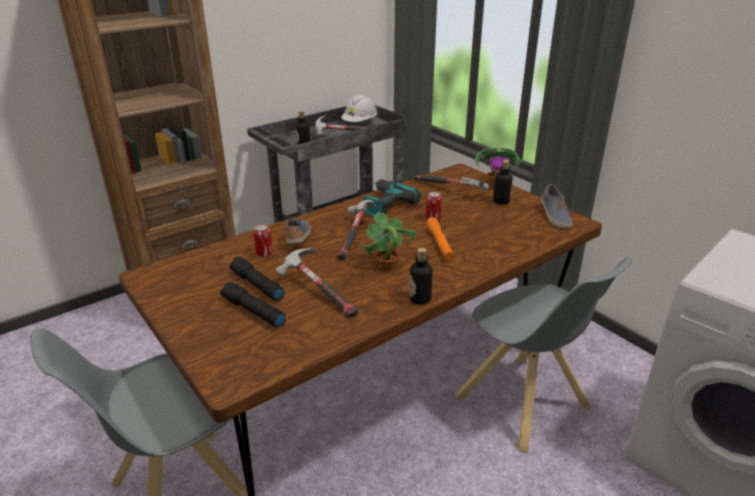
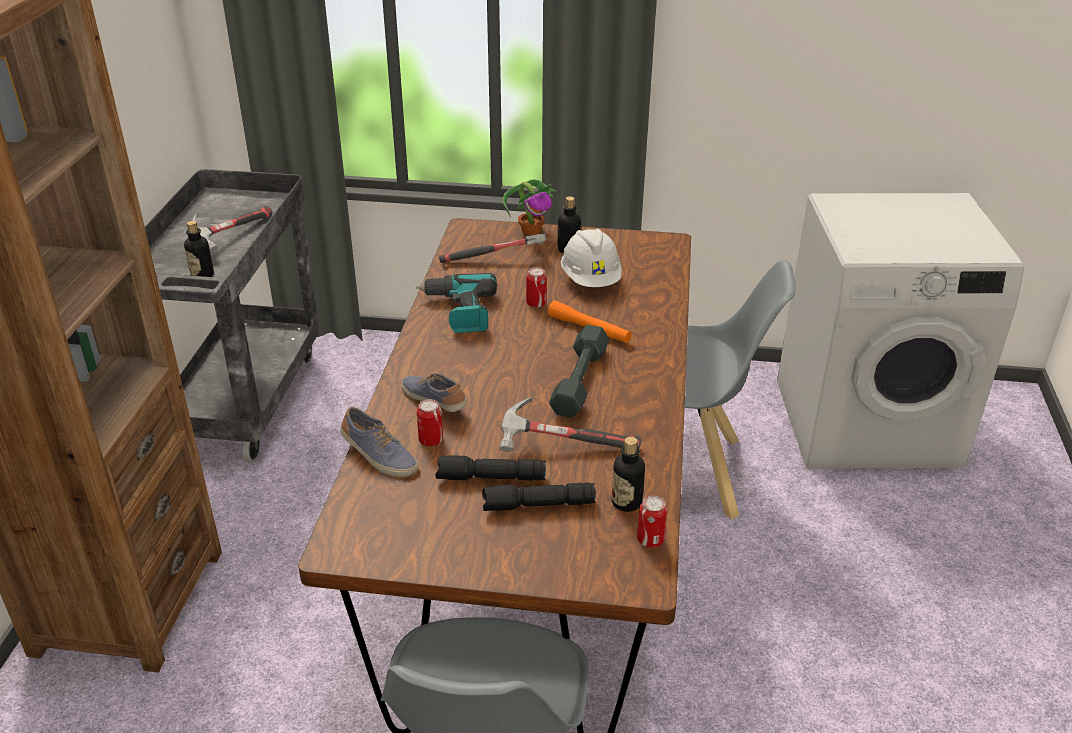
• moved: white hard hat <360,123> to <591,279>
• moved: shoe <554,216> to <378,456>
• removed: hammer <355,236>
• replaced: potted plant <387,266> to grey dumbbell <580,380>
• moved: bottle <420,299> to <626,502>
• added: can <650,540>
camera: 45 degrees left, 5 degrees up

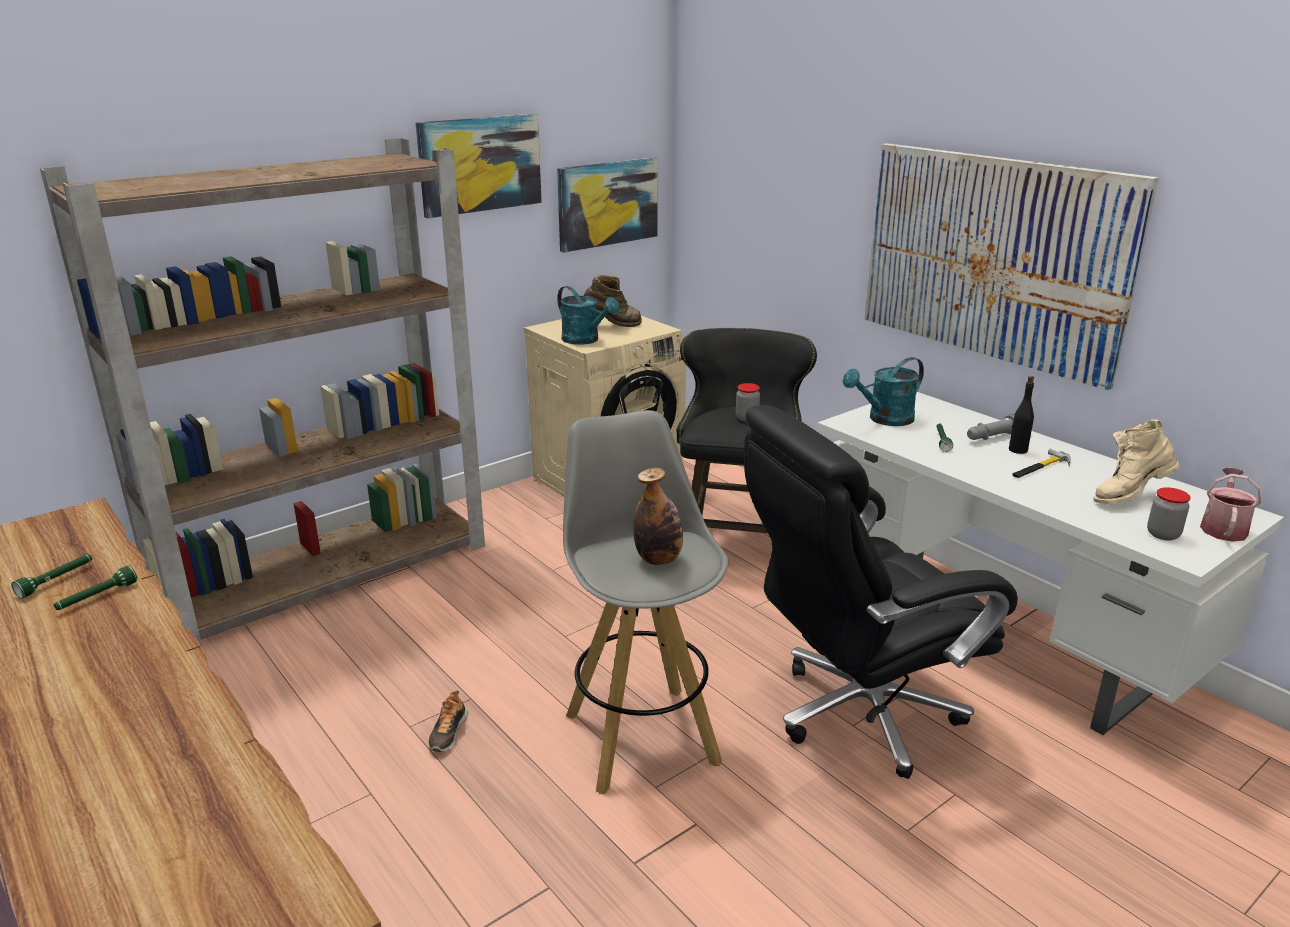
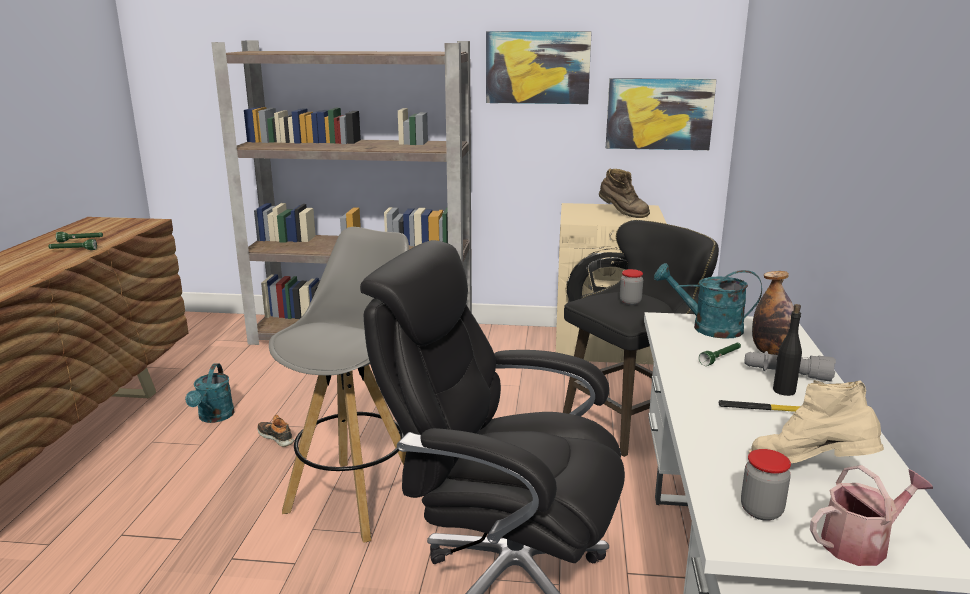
• removed: picture <993,258>
• moved: turquoise watering can <585,340> to <214,417>
• moved: bottle <658,559> to <771,352>
• turned: shoe <448,732> = <276,437> 75 degrees clockwise
camera: 45 degrees right, 5 degrees down

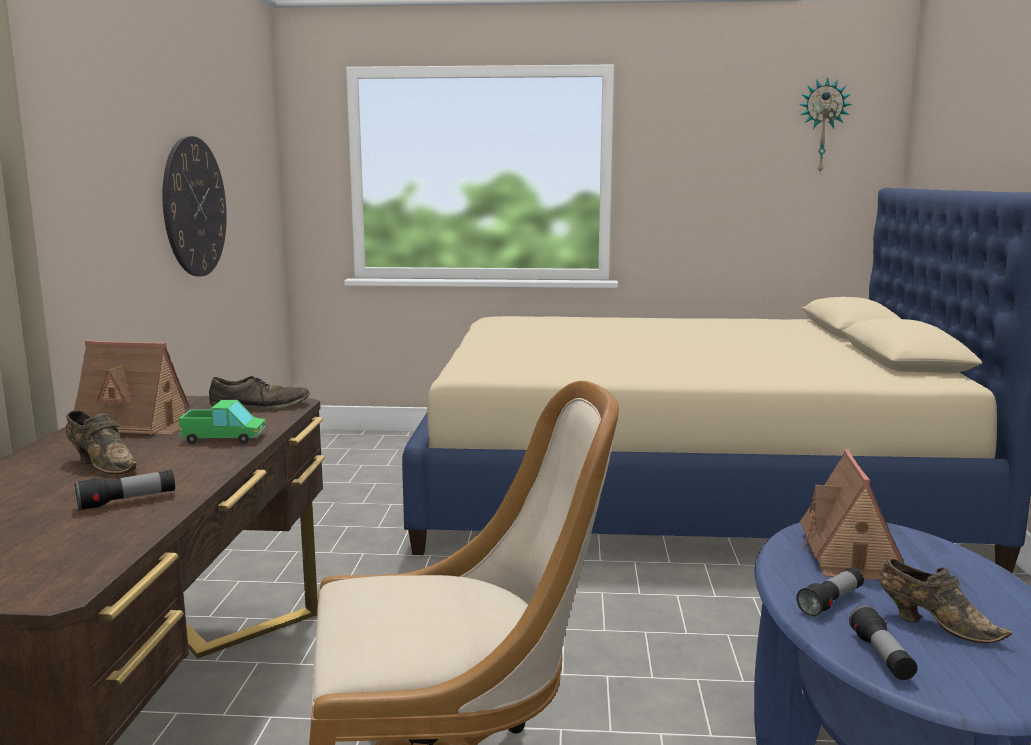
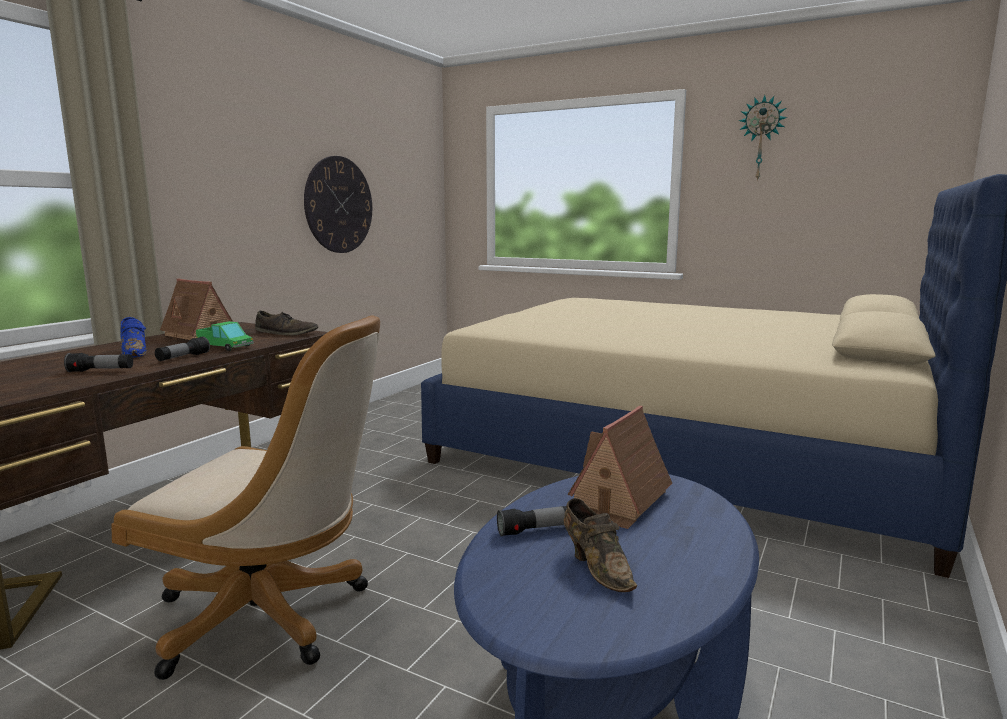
• moved: wall clock <822,126> to <761,138>
• recoloured: brown shoe <103,465> to blue shoe <134,353>
• moved: flashlight <881,656> to <183,357>
camera: 25 degrees right, 0 degrees up

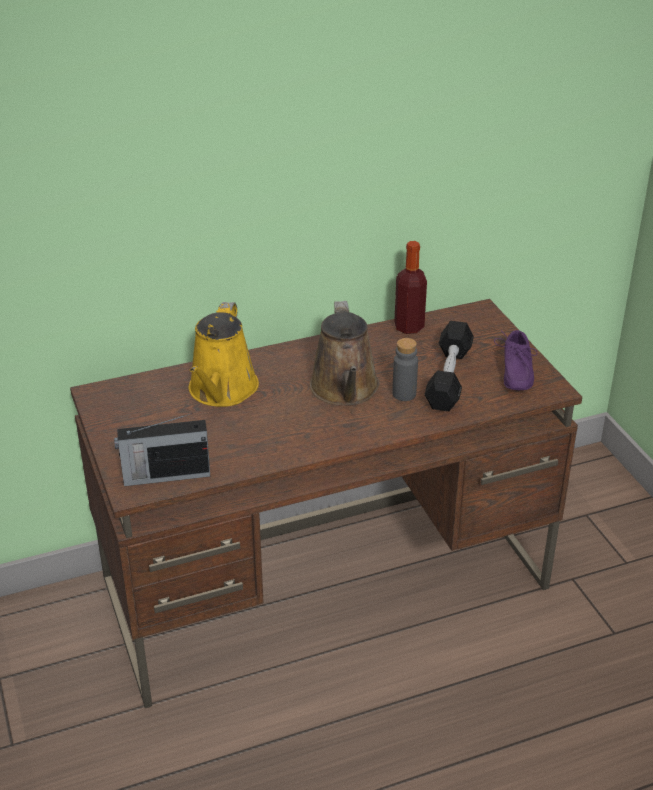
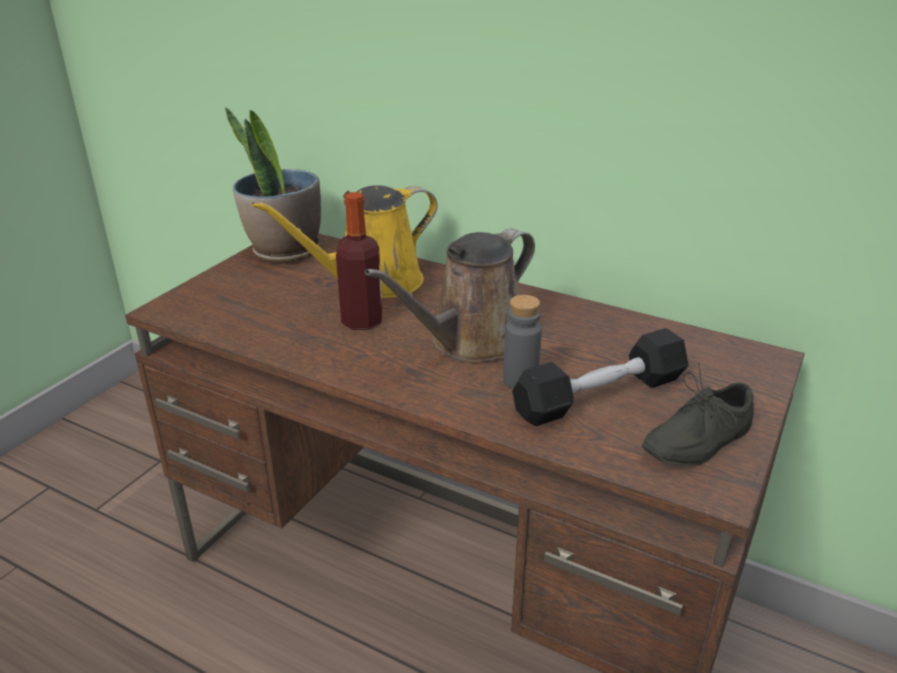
• moved: bottle <409,327> to <362,321>
• recoloured: purple shoe <513,373> to grey shoe <693,439>
• removed: radio <165,475>
• added: potted plant <284,251>
camera: 50 degrees right, 5 degrees down

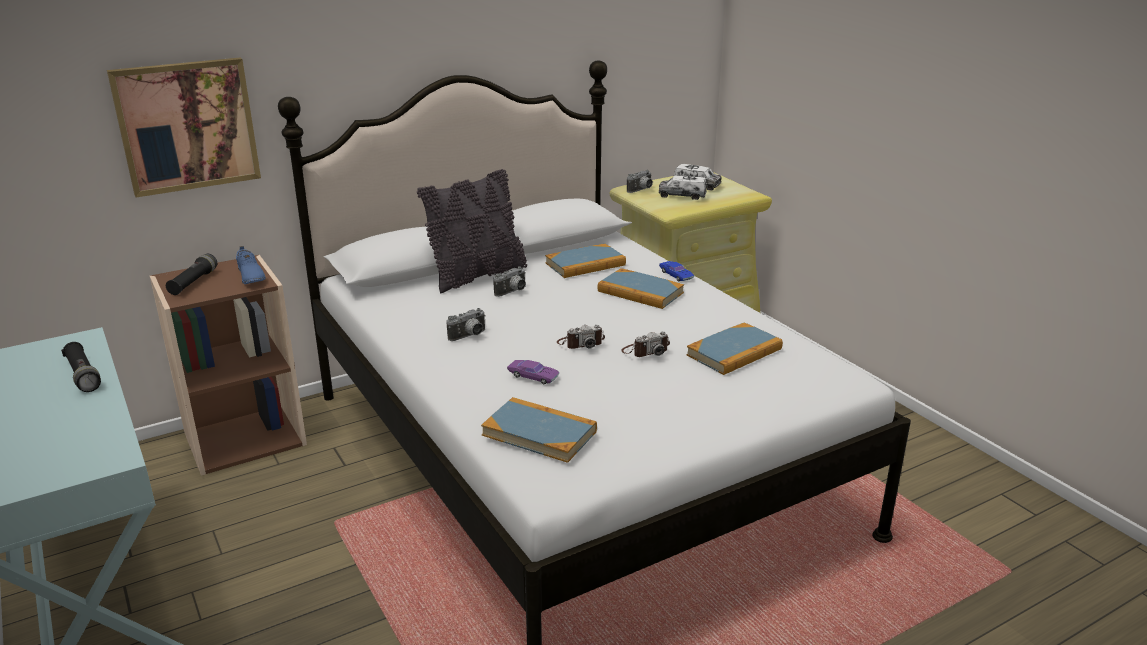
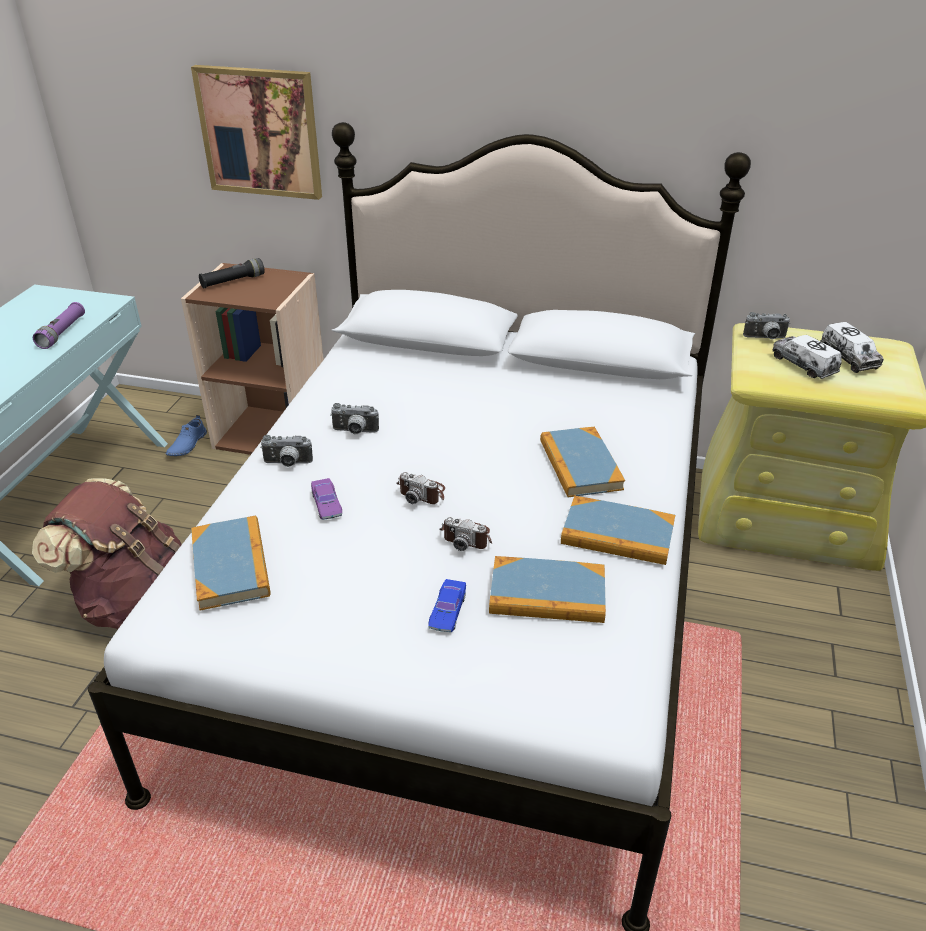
• removed: black pillow <477,275>
• moved: book <585,264> to <617,534>
• moved: blue shoe <250,276> to <187,445>
• moved: blue toy car <676,274> to <448,610>
• moved: photo camera <513,292> to <287,464>
• recoloured: black flashlight <83,375> to purple flashlight <62,333>
• added: brown backpack <133,599>
camera: 45 degrees right, 10 degrees up

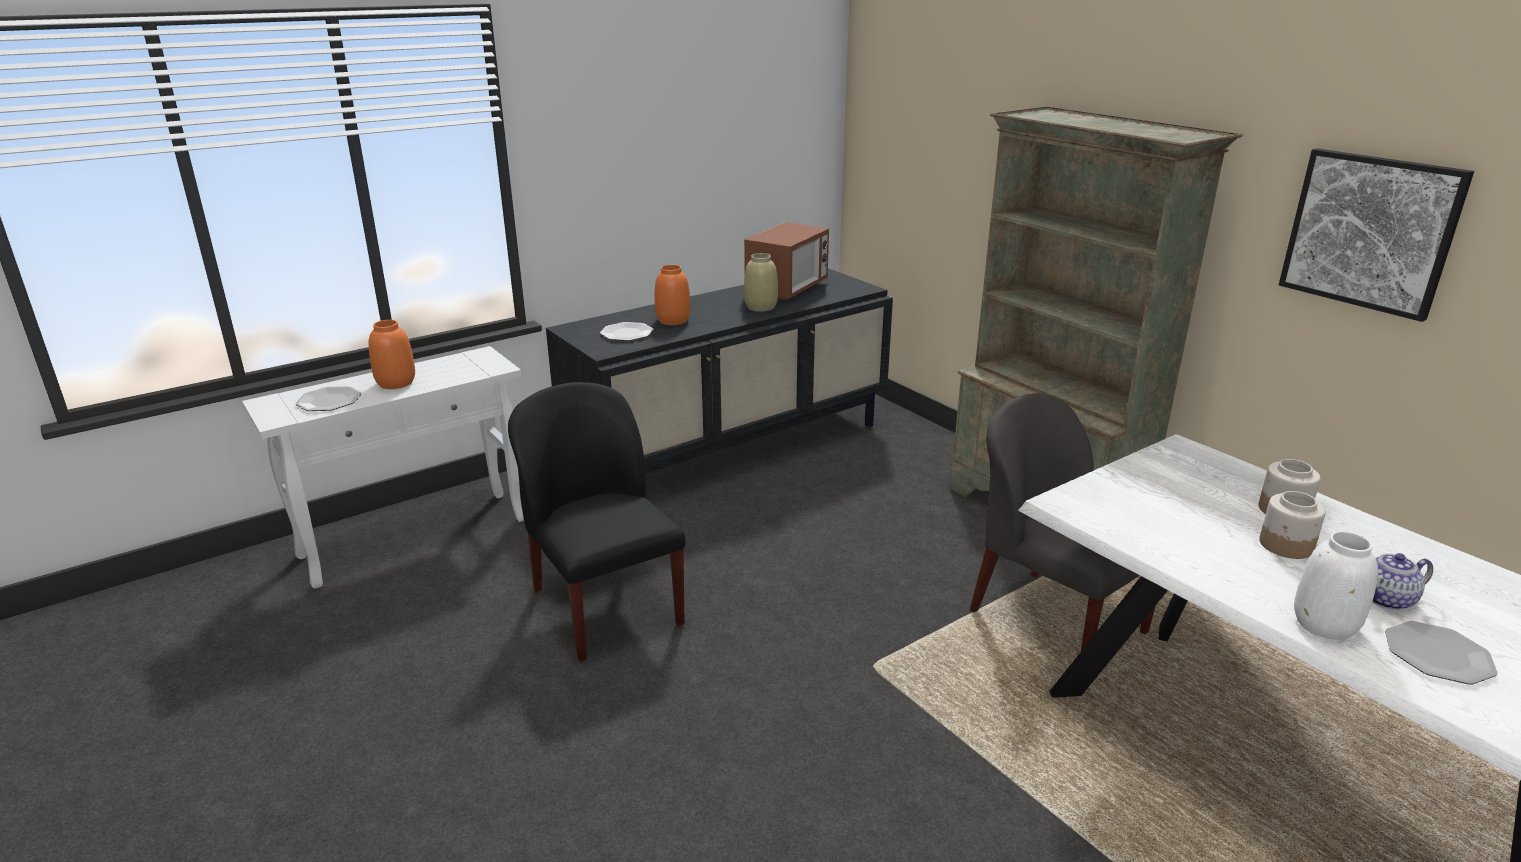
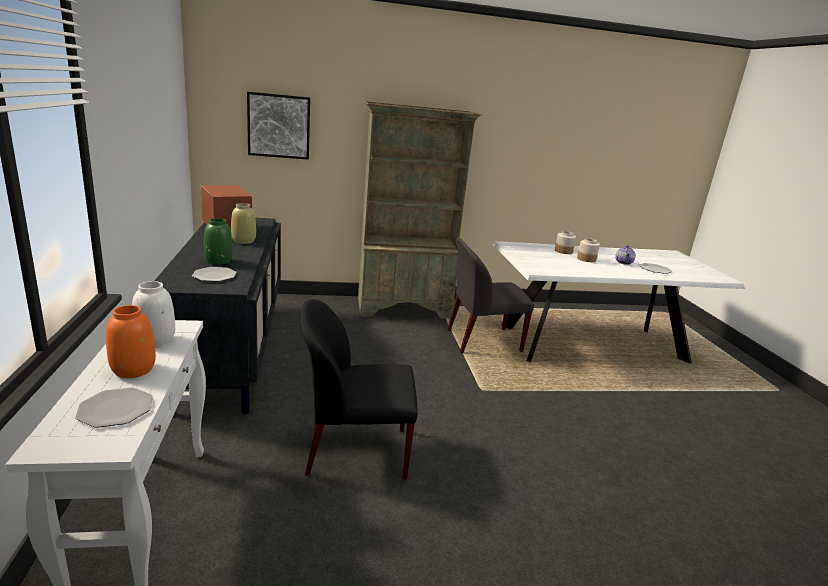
• moved: picture <1370,232> to <279,126>
• recoloured: orange vase <673,320> to green vase <219,261>
• moved: white vase <1325,625> to <156,340>
camera: 65 degrees left, 5 degrees down

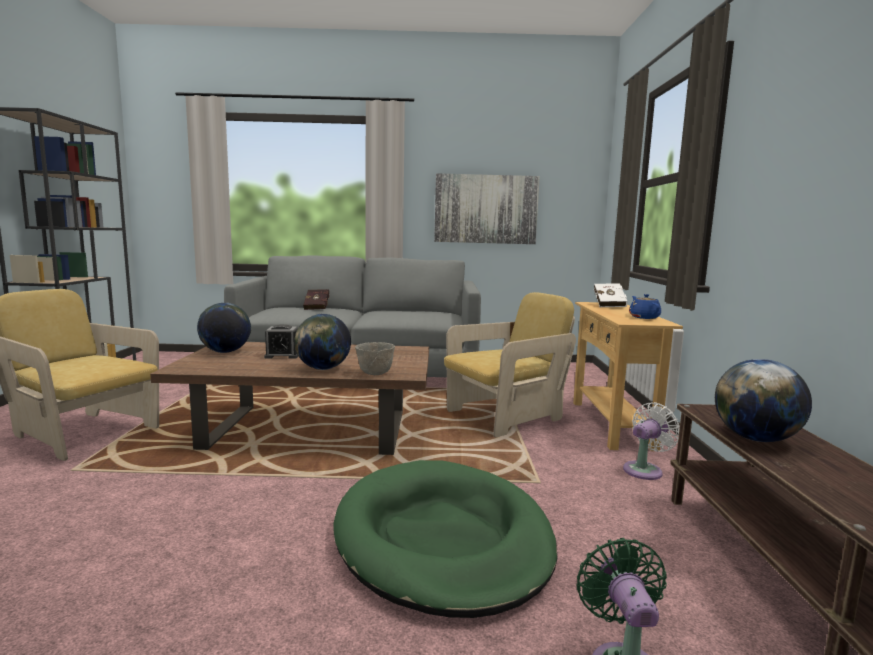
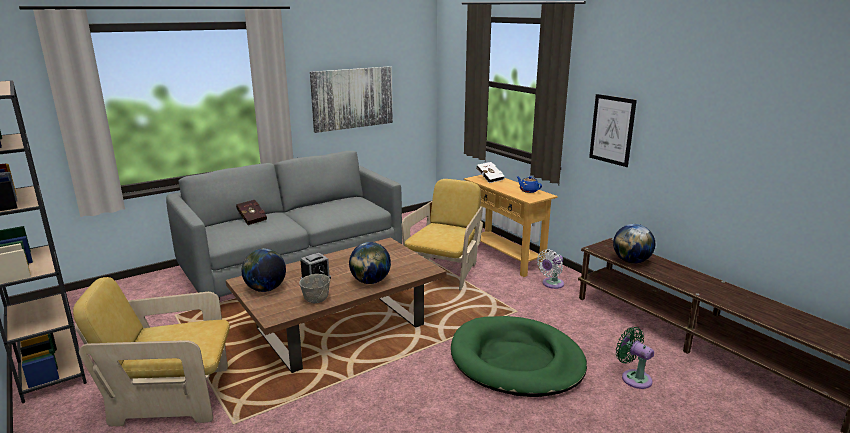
• moved: grey bowl <375,373> to <316,300>
• turned: white fan <645,470> = <551,284> 150 degrees counterclockwise
• added: picture <612,130>
camera: 35 degrees left, 10 degrees up

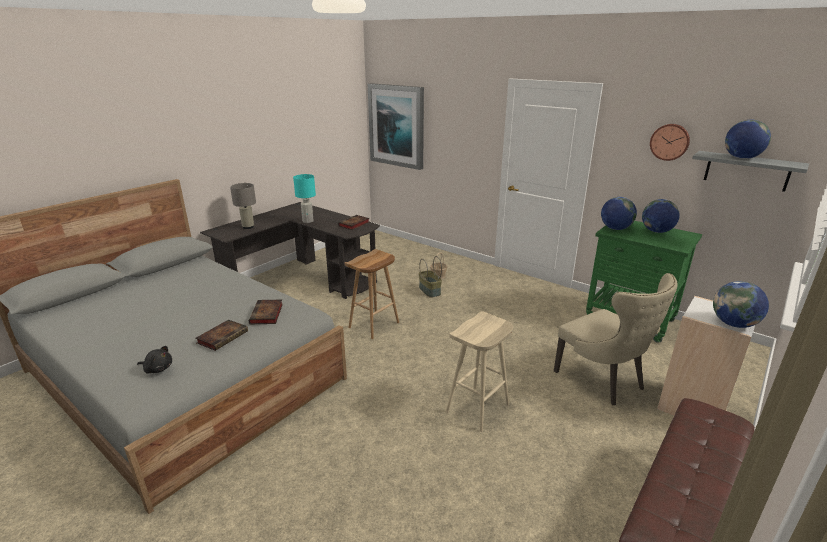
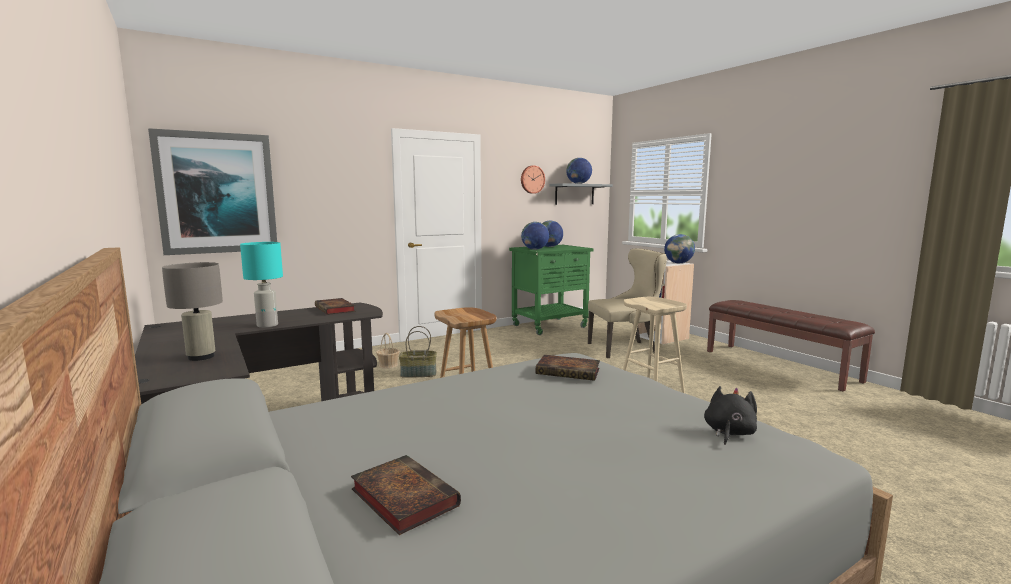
• moved: book <223,336> to <401,497>
camera: 70 degrees left, 15 degrees down

